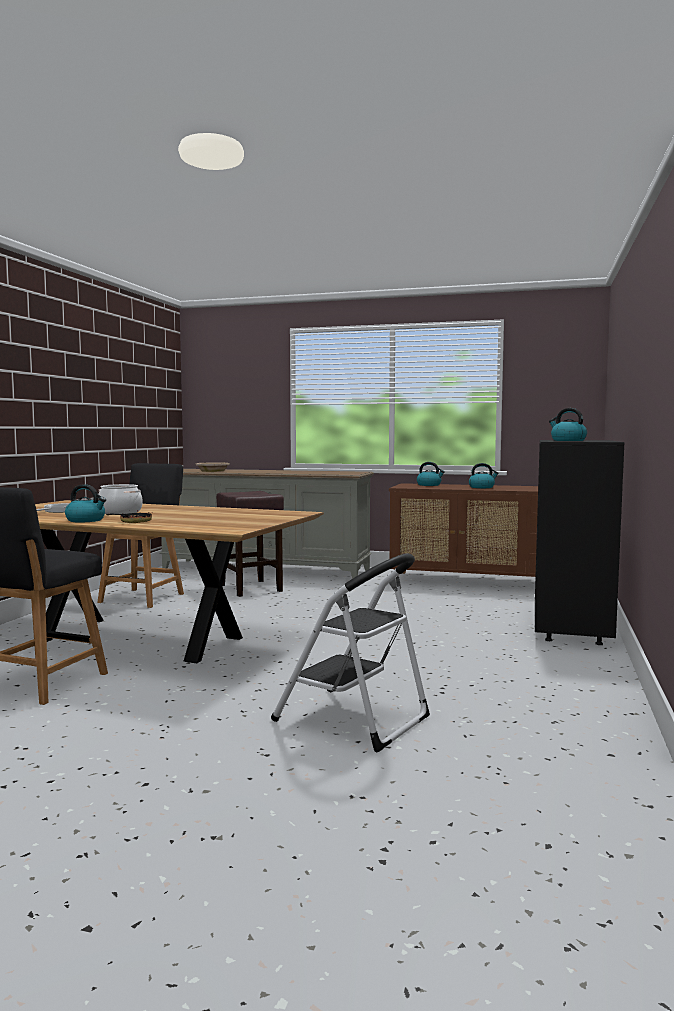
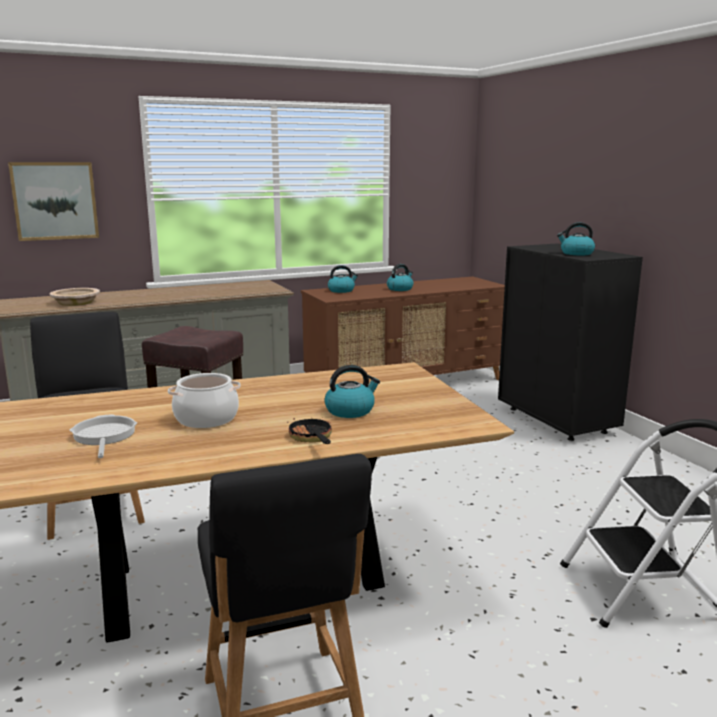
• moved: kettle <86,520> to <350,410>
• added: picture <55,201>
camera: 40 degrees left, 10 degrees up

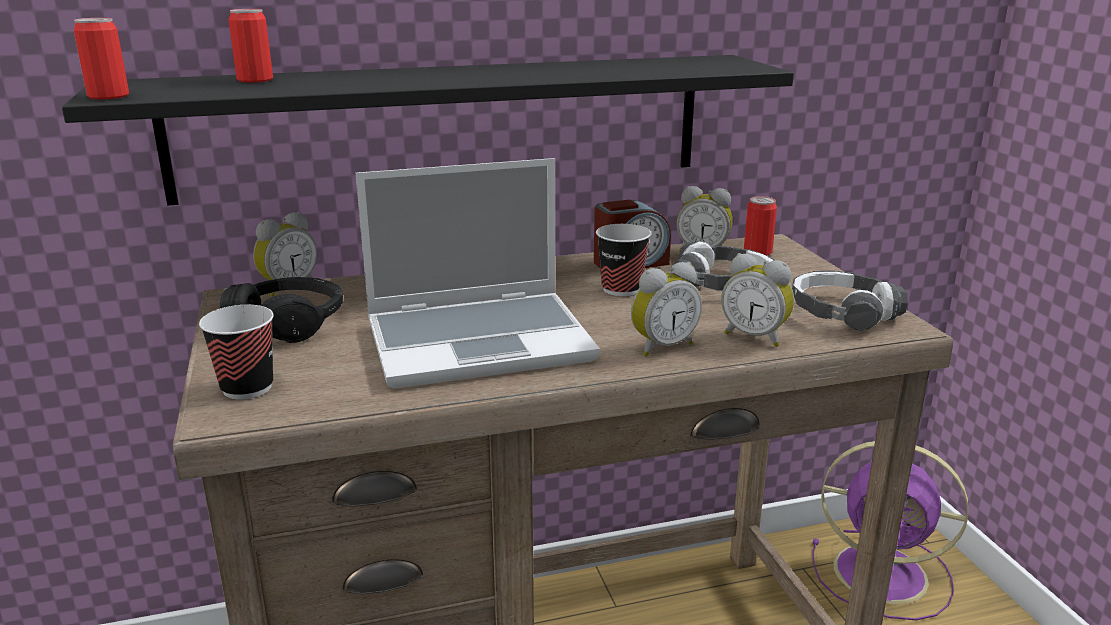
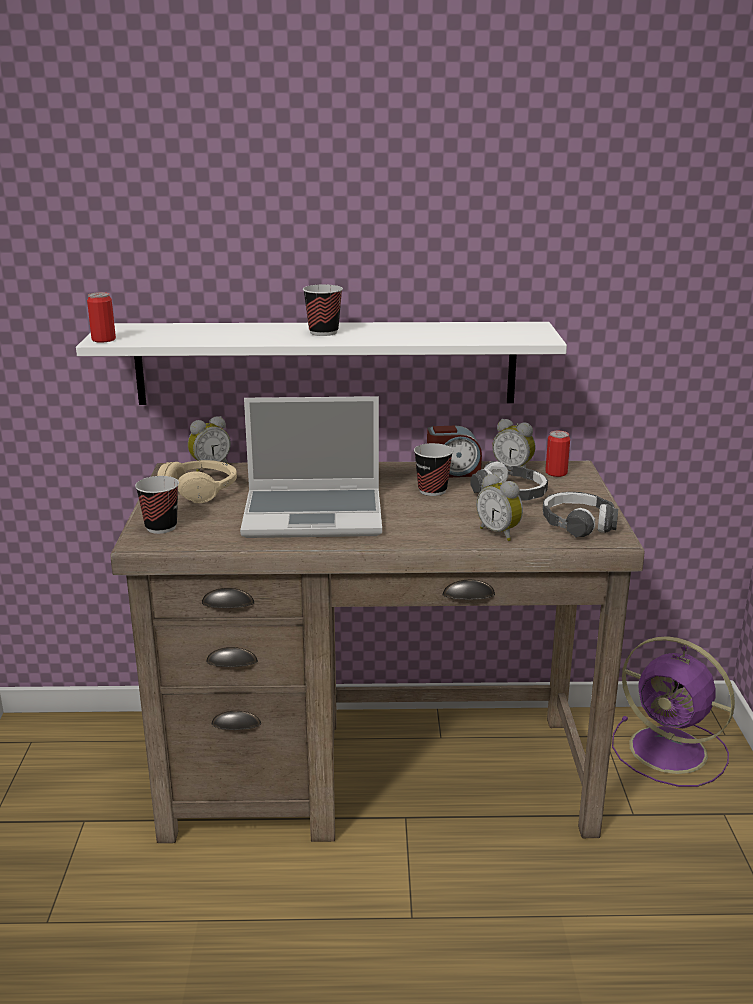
• removed: can <255,80>
• recoloured: black shelf <444,126> to white shelf <326,363>
• removed: alarm clock <661,346>
• recoloured: black headphones <289,323> to beige headphones <201,490>
• added: cup <323,332>
camera: 15 degrees right, 0 degrees up

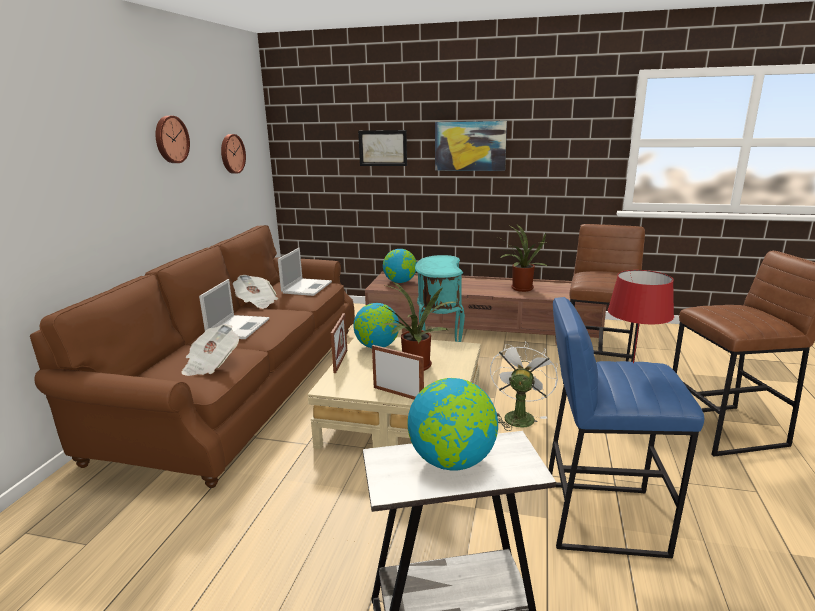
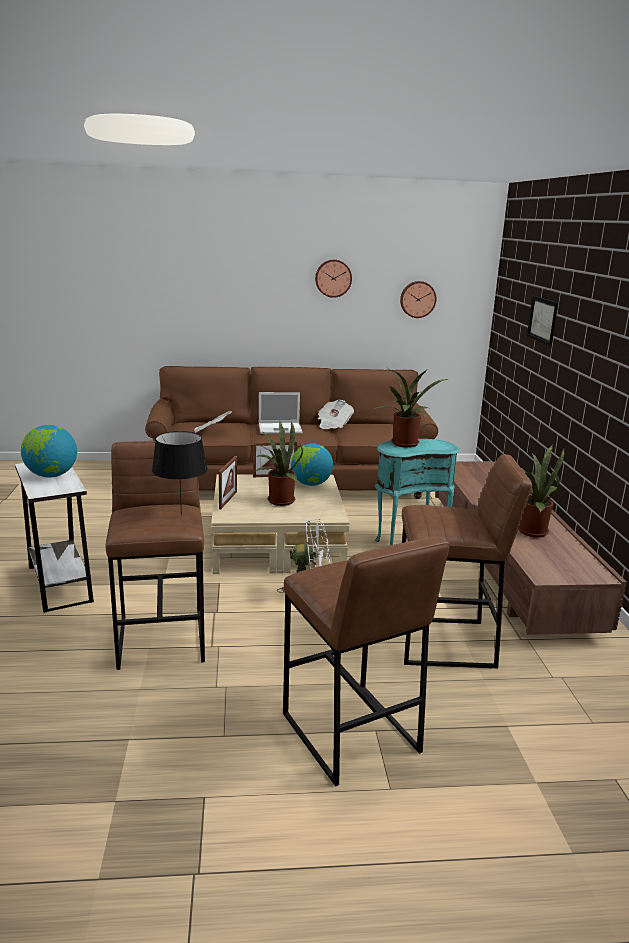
• removed: picture <470,146>
• removed: laptop <307,287>
• removed: globe <400,282>
• recoloured: red table lamp <633,363> to black table lamp <181,515>
• recoloured: blue stool <601,517> to brown stool <161,637>
• added: potted plant <405,445>
camera: 70 degrees right, 0 degrees up

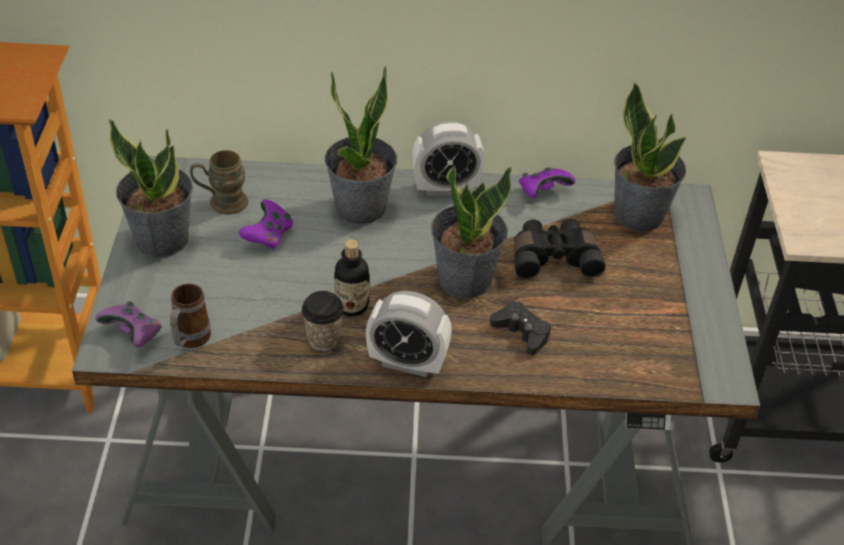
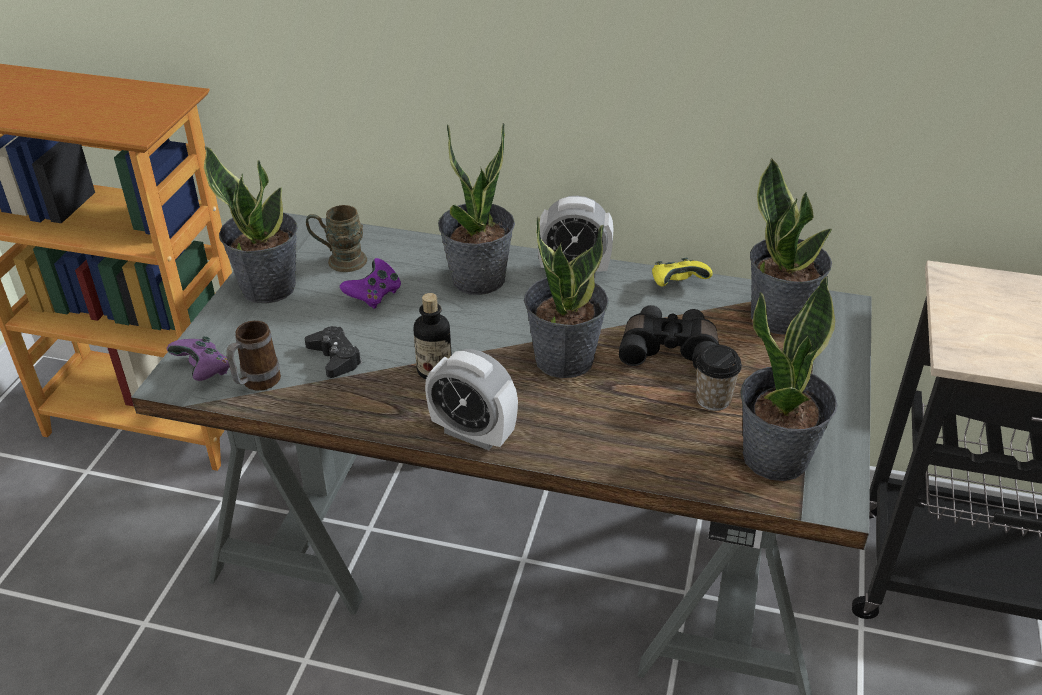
• recoloured: purple game controller <542,192> to yellow game controller <677,284>
• moved: cup <323,339> to <713,399>
• moved: black game controller <522,332> to <335,358>
• added: potted plant <776,458>
camera: 15 degrees right, 5 degrees down

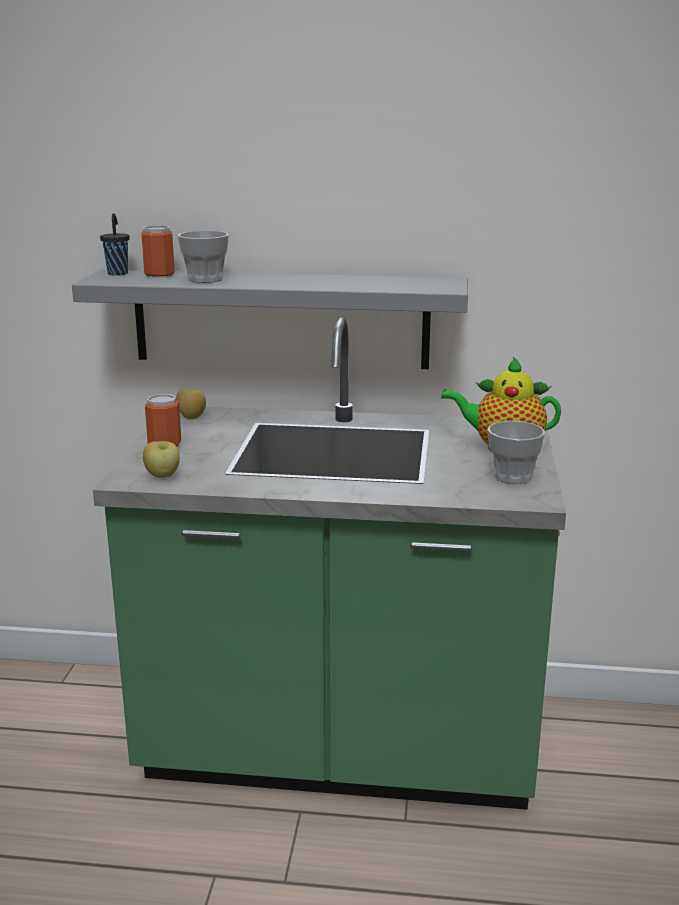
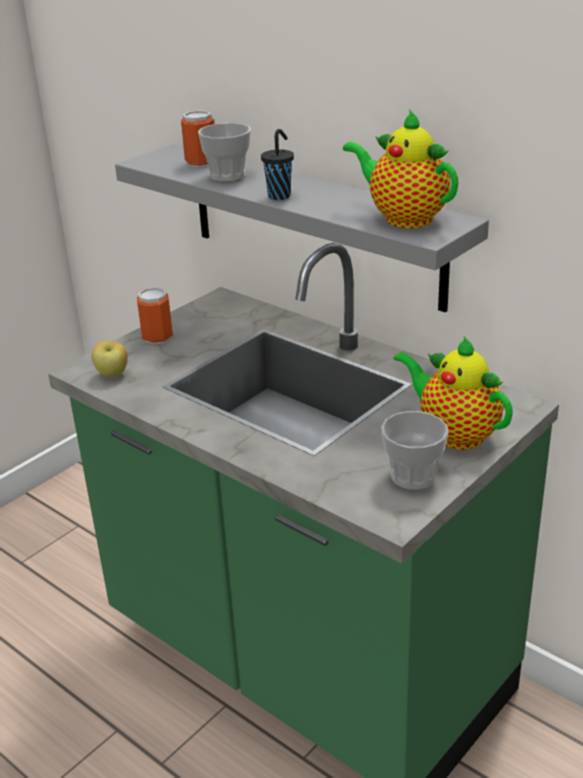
• moved: black cup <118,273> to <280,196>
• removed: apple <191,418>
• added: teapot <403,218>
camera: 35 degrees right, 10 degrees up

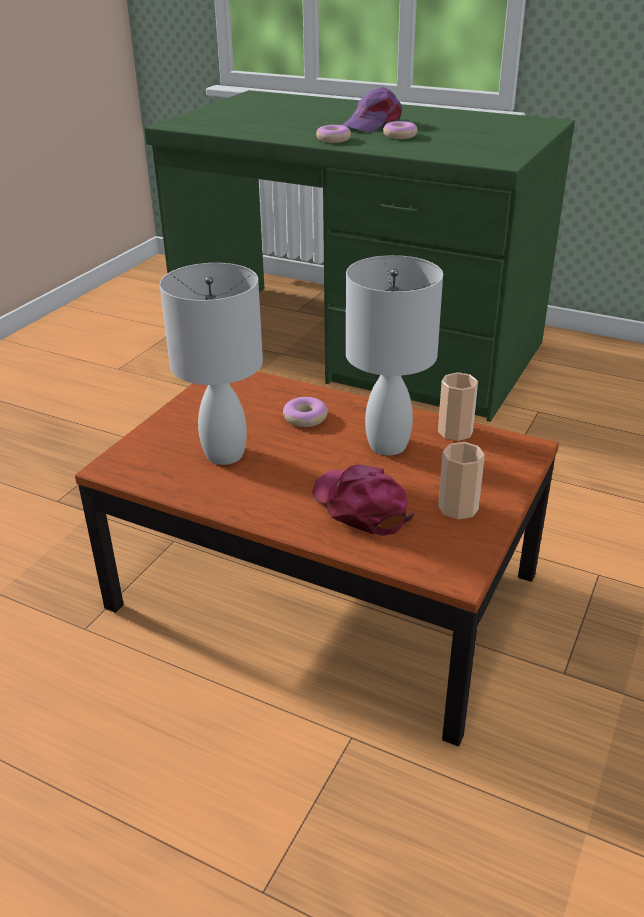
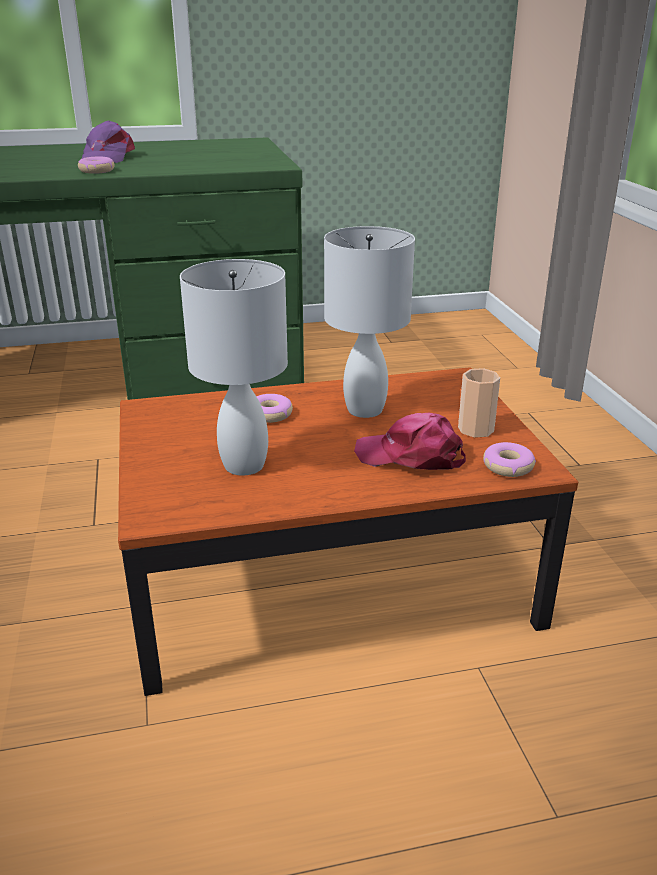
• moved: donut <399,136> to <507,466>
• removed: cup <455,431>
camera: 40 degrees left, 5 degrees down

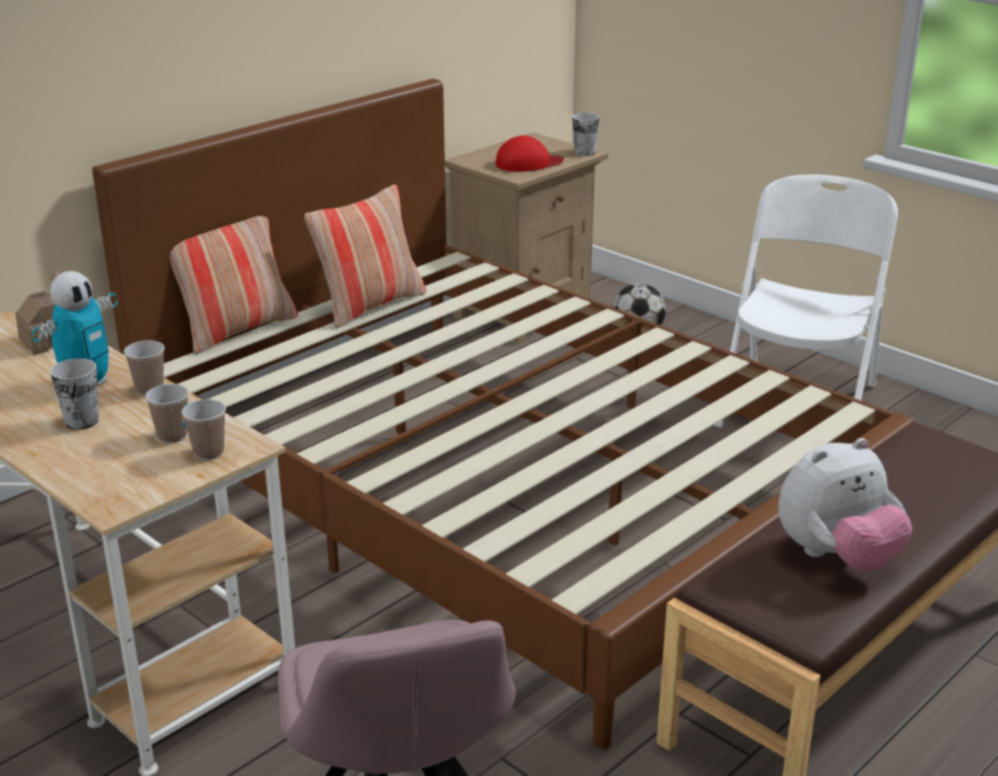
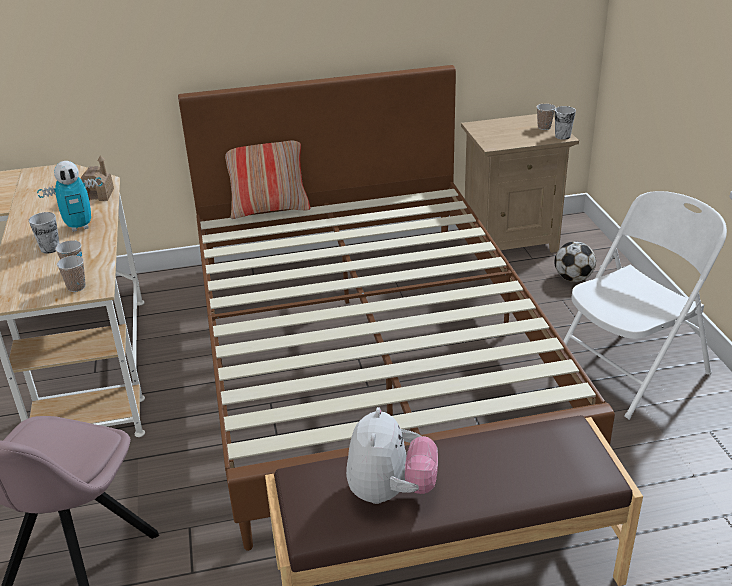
• removed: red cap <528,163>
• removed: pillow <370,305>
• moved: cup <150,389> to <544,127>
• turned: plush toy <836,557> = <391,491> 90 degrees counterclockwise
camera: 35 degrees right, 5 degrees up

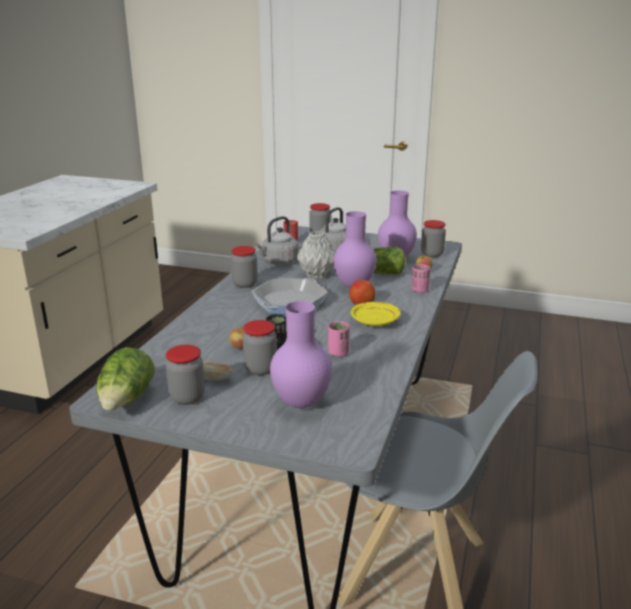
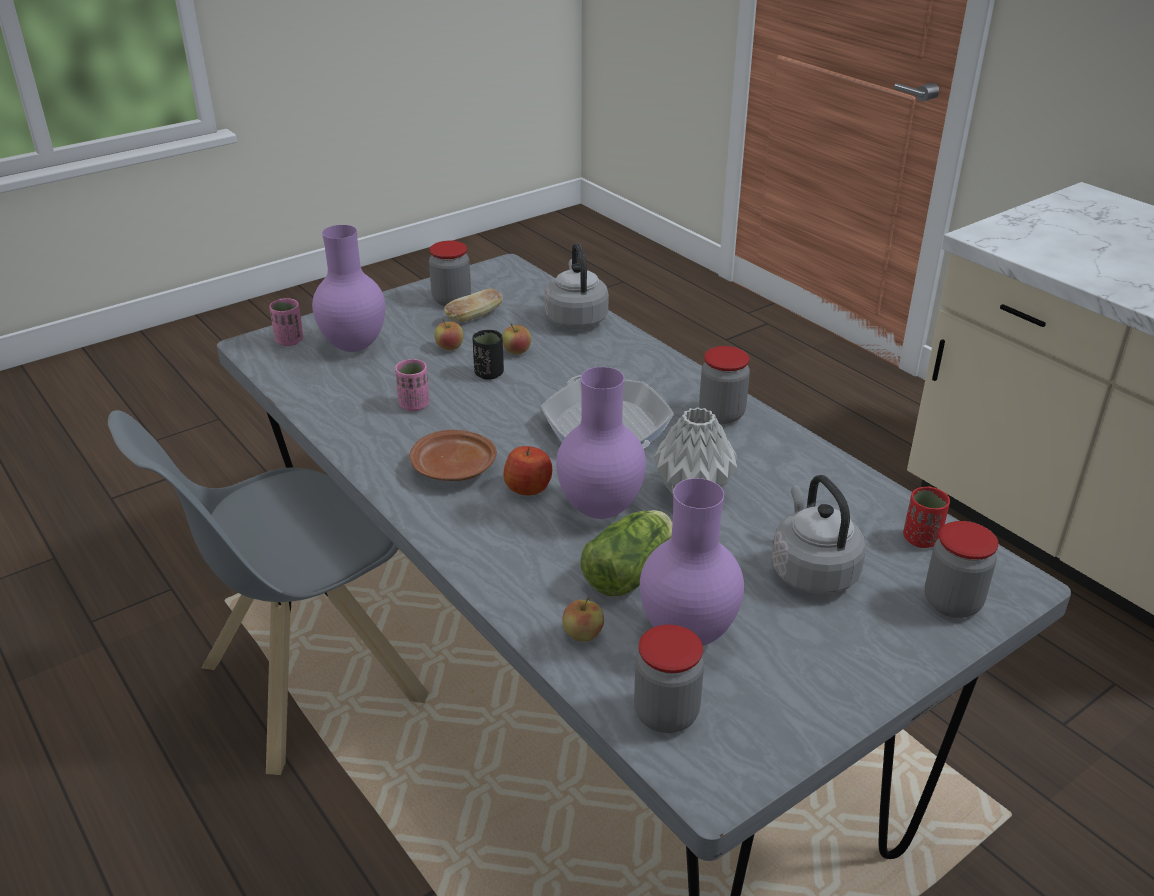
• moved: grey kettle <278,262> to <575,318>
• moved: pink cup <419,290> to <289,341>
• recoloured: yellow plate <375,321> to brown plate <454,469>
• replaced: jar <260,369> to apple <450,348>
• removed: lettuce <127,400>
camera: 125 degrees right, 10 degrees up

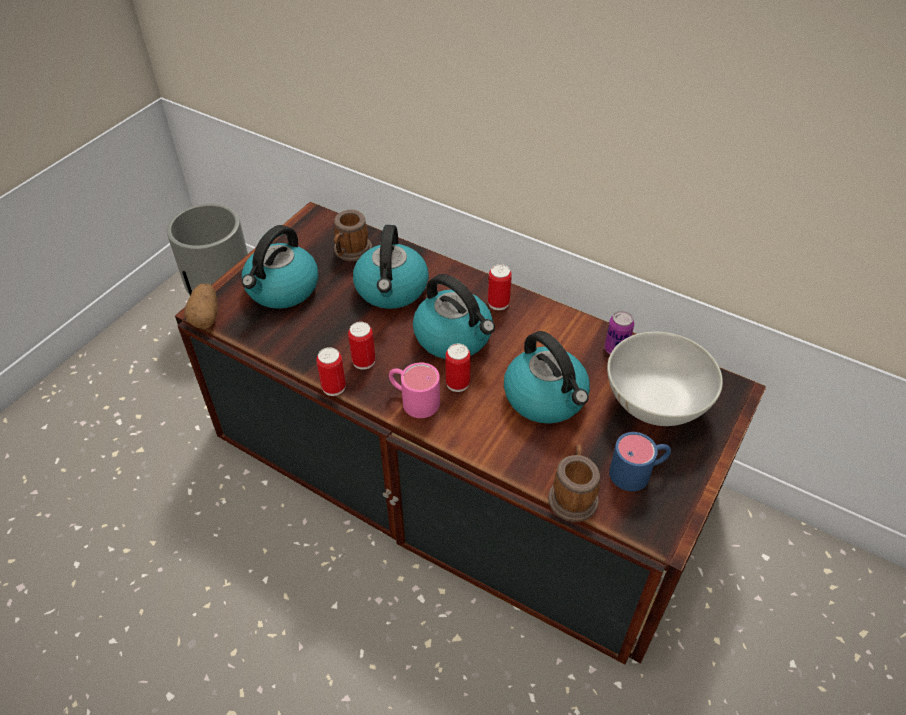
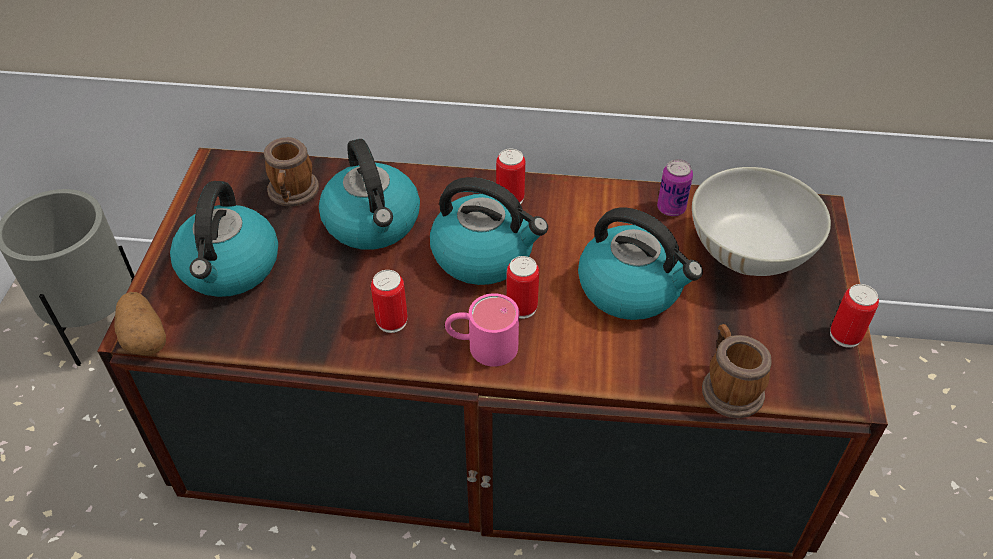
• moved: can <333,387> to <845,335>
• removed: blue mug <638,472>
camera: 25 degrees left, 0 degrees up

